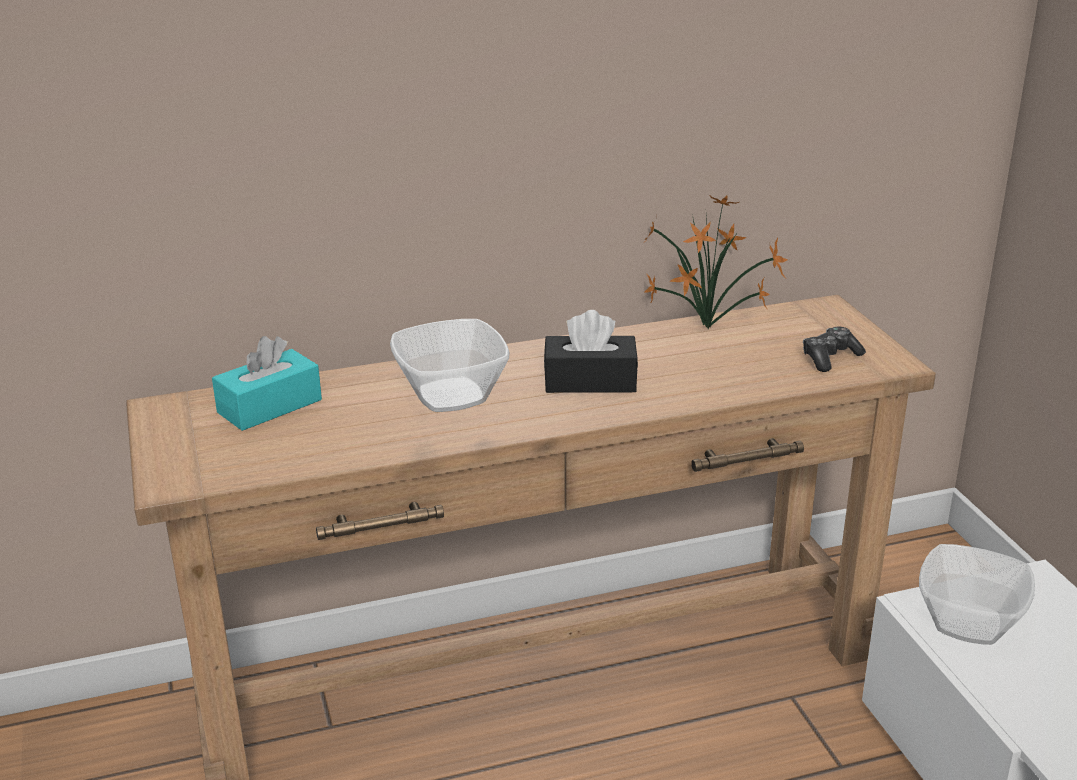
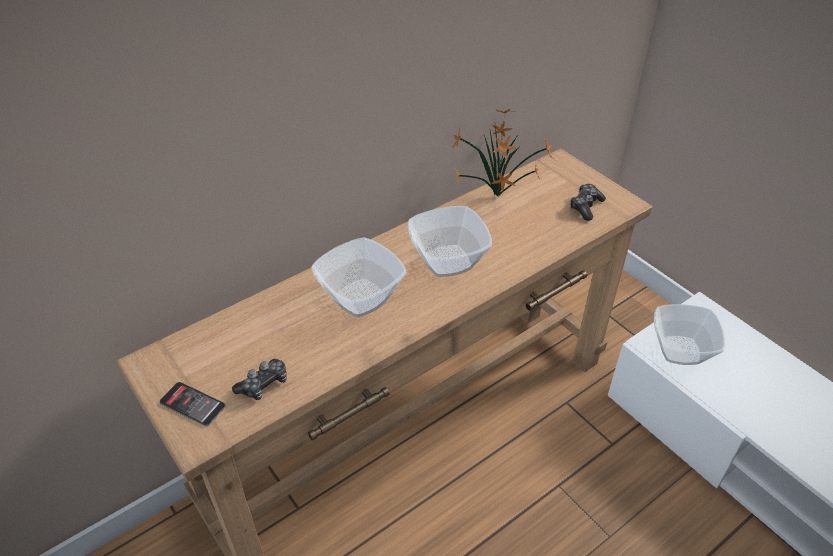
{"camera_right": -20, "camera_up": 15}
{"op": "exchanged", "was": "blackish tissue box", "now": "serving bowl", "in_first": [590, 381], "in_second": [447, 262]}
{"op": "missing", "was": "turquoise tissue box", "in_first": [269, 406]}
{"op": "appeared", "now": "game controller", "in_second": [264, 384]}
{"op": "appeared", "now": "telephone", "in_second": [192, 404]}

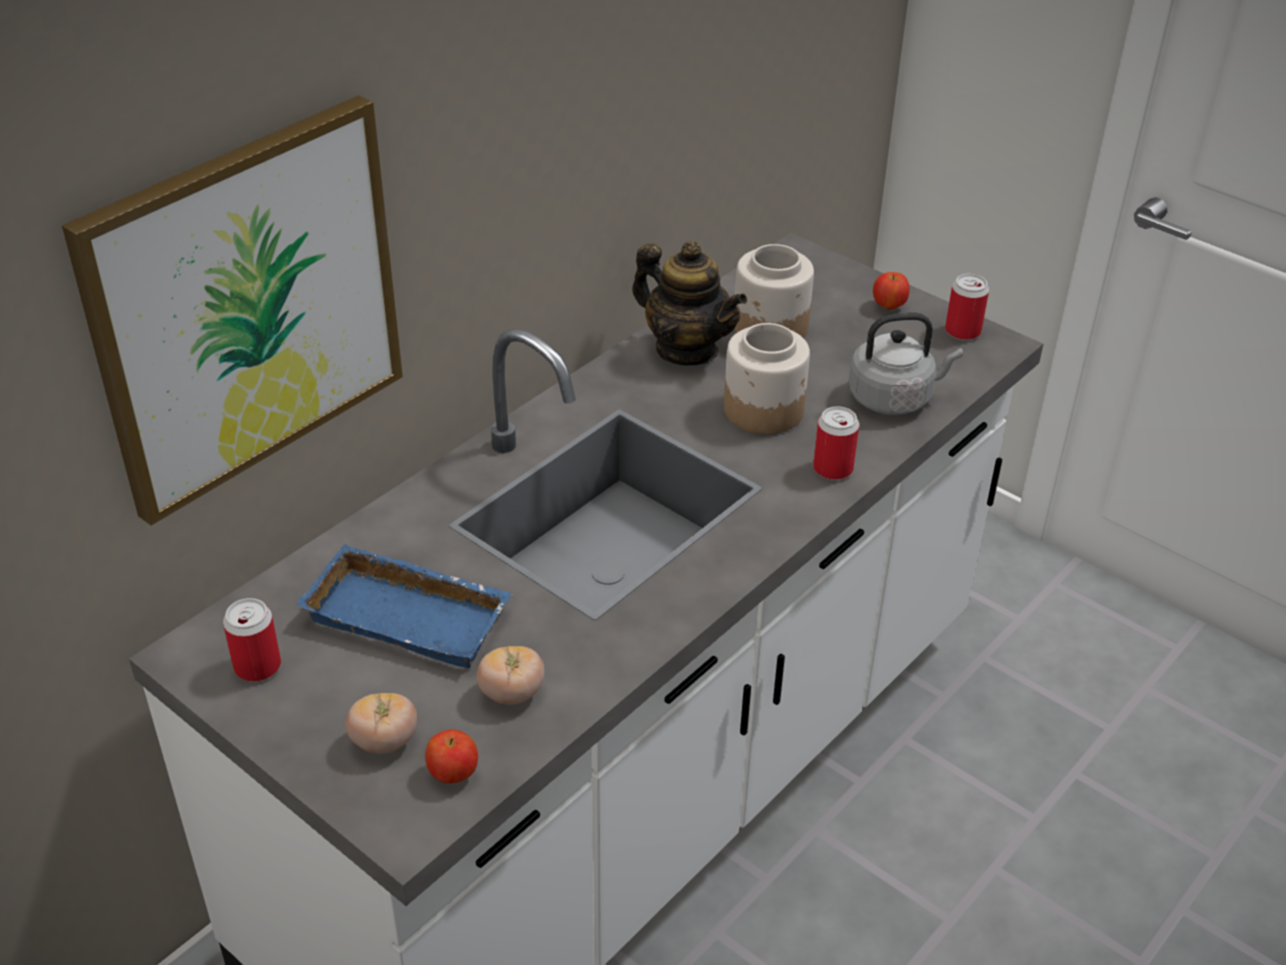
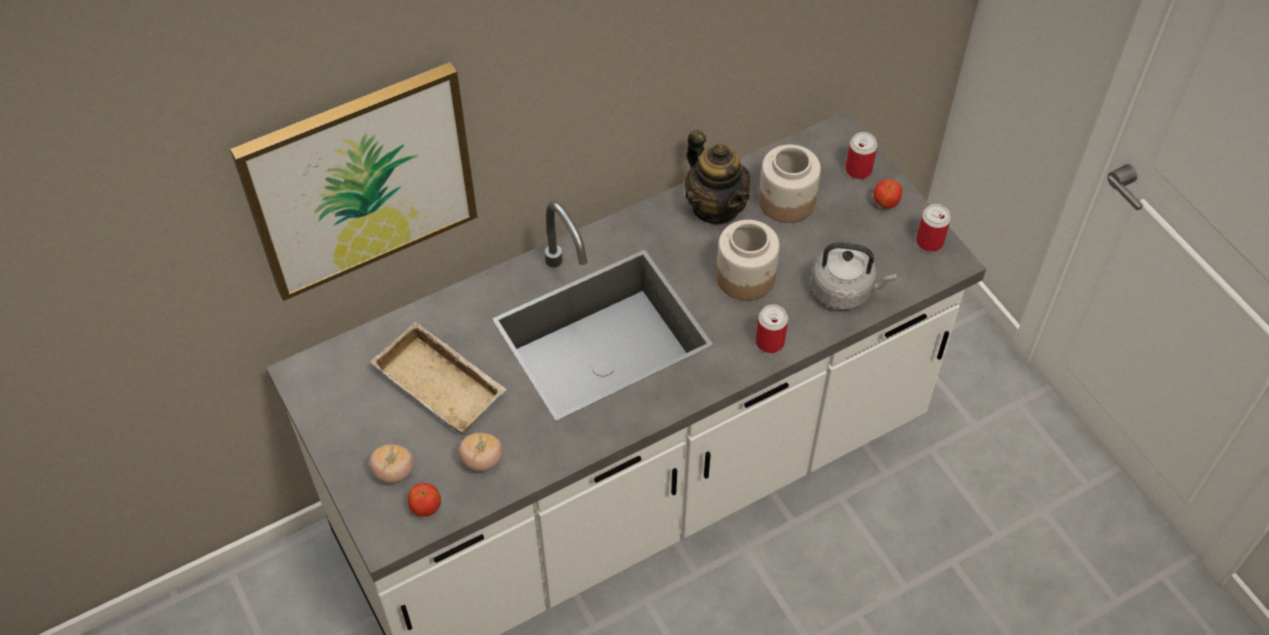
{"camera_right": 20, "camera_up": 15}
{"op": "colour", "was": "bluish serving tray", "now": "beige-coloured serving tray", "in_first": [412, 614], "in_second": [443, 383]}
{"op": "relocated", "was": "sealed can", "in_first": [257, 666], "in_second": [858, 170]}

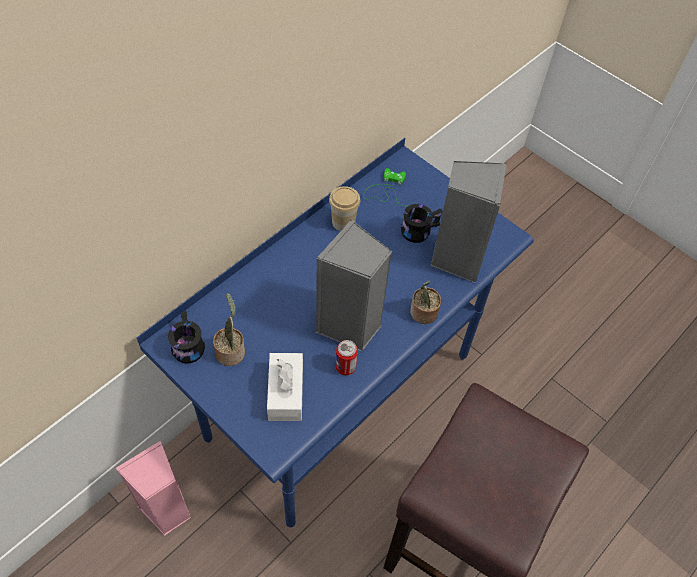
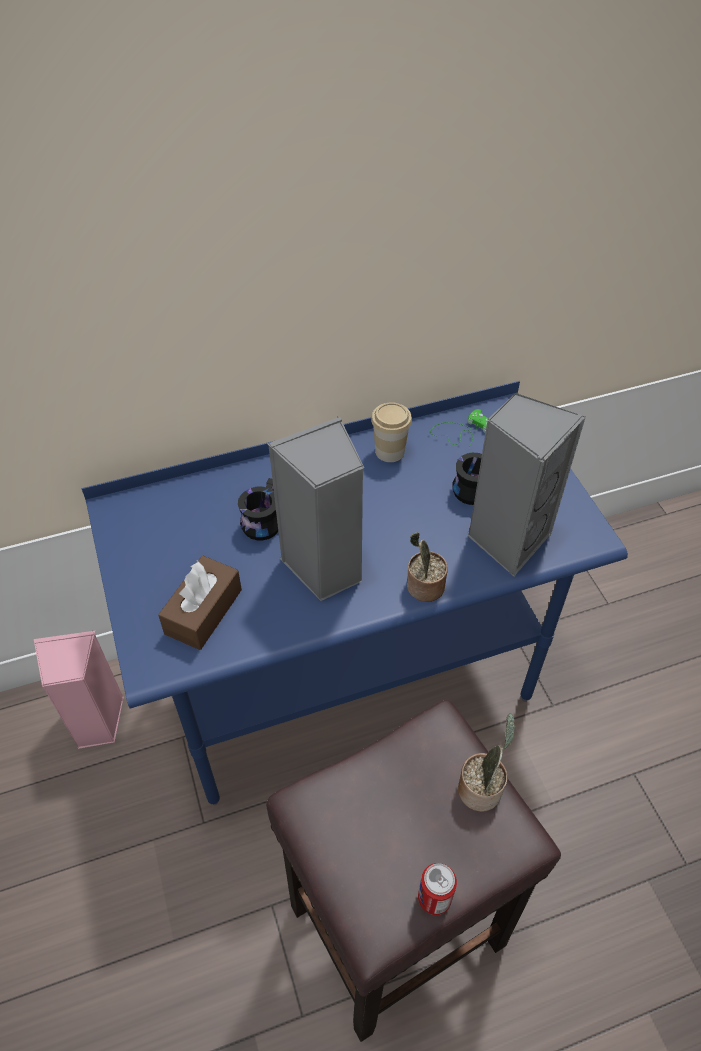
{"camera_right": 30, "camera_up": -5}
{"op": "relocated", "was": "houseplant", "in_first": [231, 351], "in_second": [481, 787]}
{"op": "relocated", "was": "blackish mug", "in_first": [185, 345], "in_second": [260, 520]}
{"op": "relocated", "was": "sealed can", "in_first": [345, 367], "in_second": [434, 898]}
{"op": "colour", "was": "white-coloured tissue box", "now": "brown tissue box", "in_first": [285, 392], "in_second": [203, 611]}

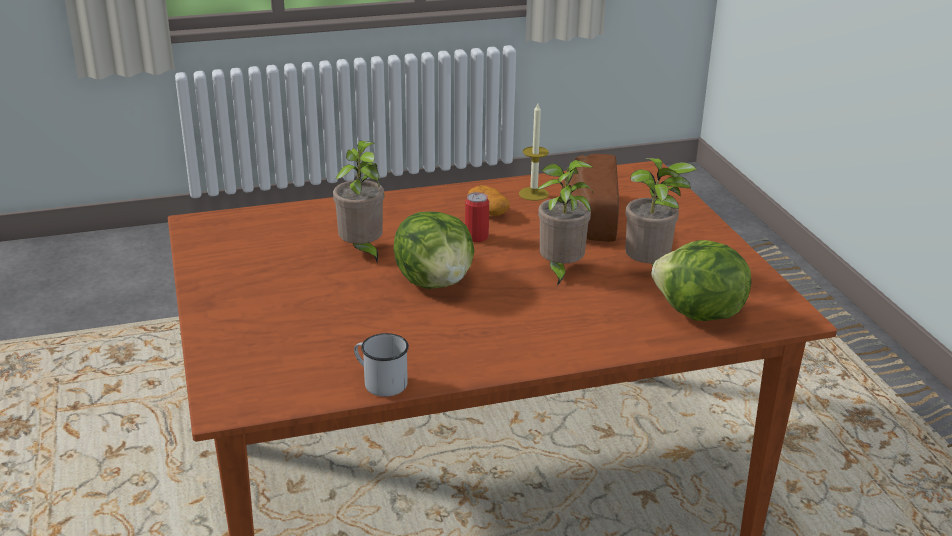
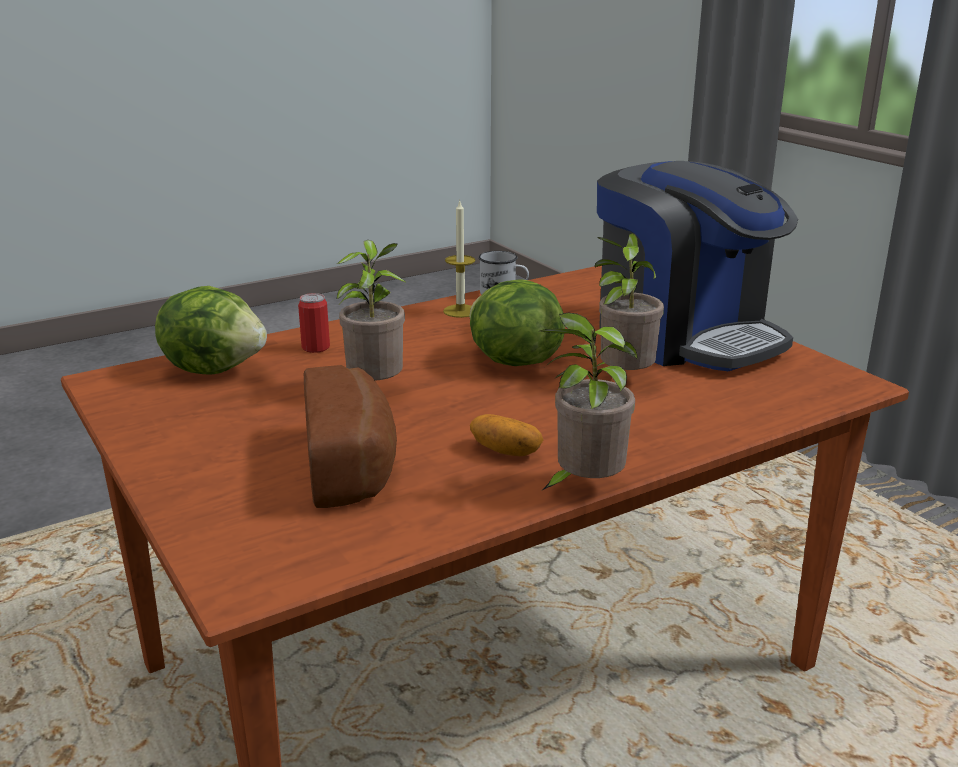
{"camera_right": 165, "camera_up": -5}
{"op": "relocated", "was": "candle", "in_first": [533, 194], "in_second": [460, 311]}
{"op": "relocated", "was": "houseplant", "in_first": [649, 270], "in_second": [584, 487]}
{"op": "relocated", "was": "sealed can", "in_first": [476, 237], "in_second": [316, 347]}
{"op": "appeared", "now": "coffee brewer", "in_second": [685, 336]}

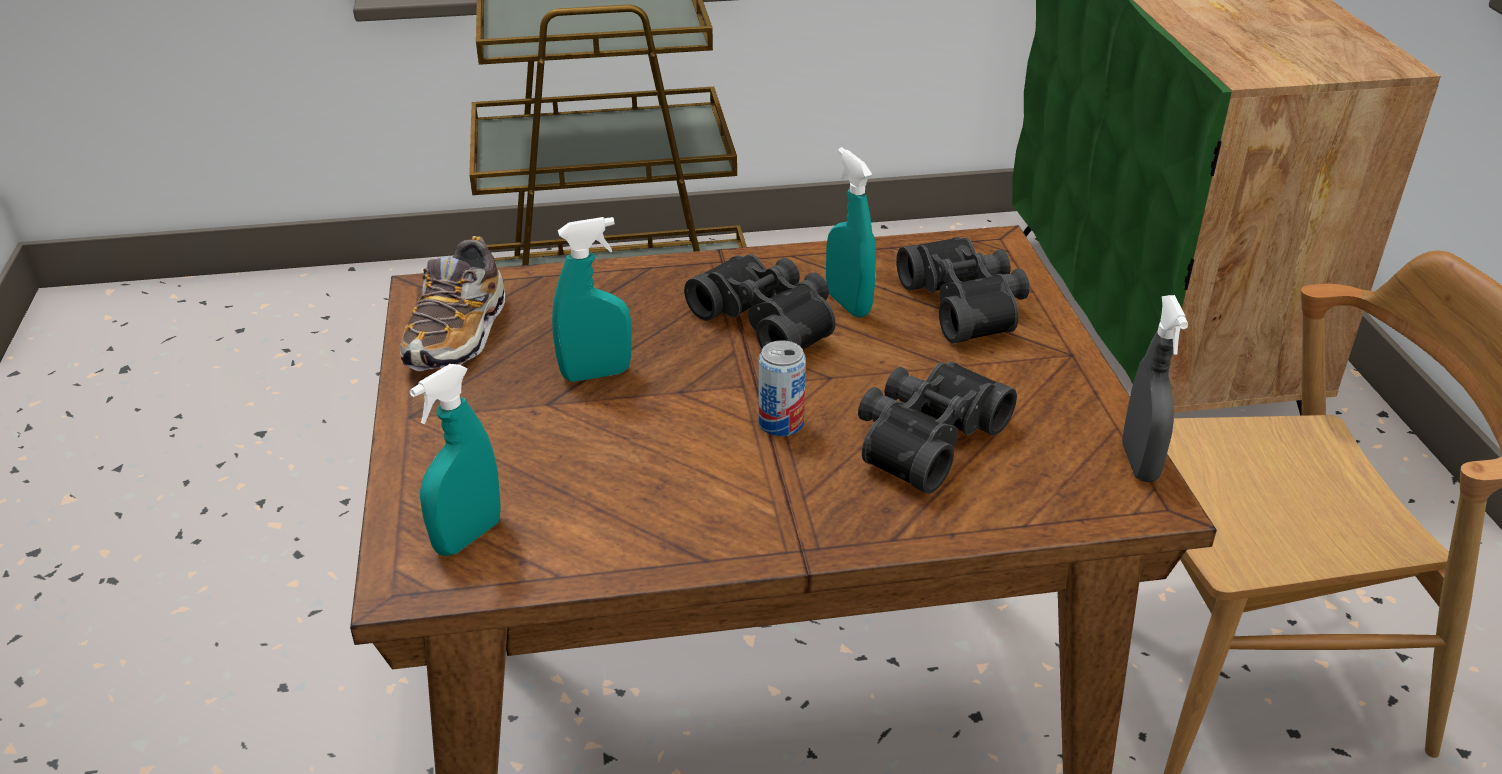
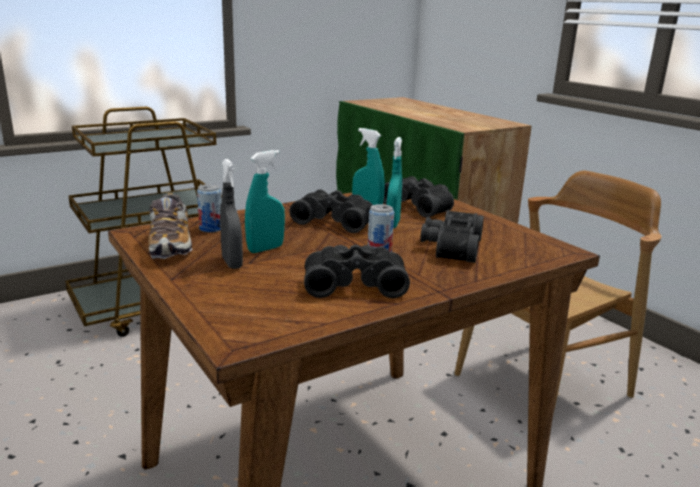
{"camera_right": -25, "camera_up": -15}
{"op": "relocated", "was": "gray sprayer", "in_first": [1139, 463], "in_second": [232, 263]}
{"op": "relocated", "was": "turquoise sprayer", "in_first": [468, 536], "in_second": [392, 224]}
{"op": "appeared", "now": "sealed can", "in_second": [211, 229]}
{"op": "appeared", "now": "blackish binoculars", "in_second": [354, 283]}

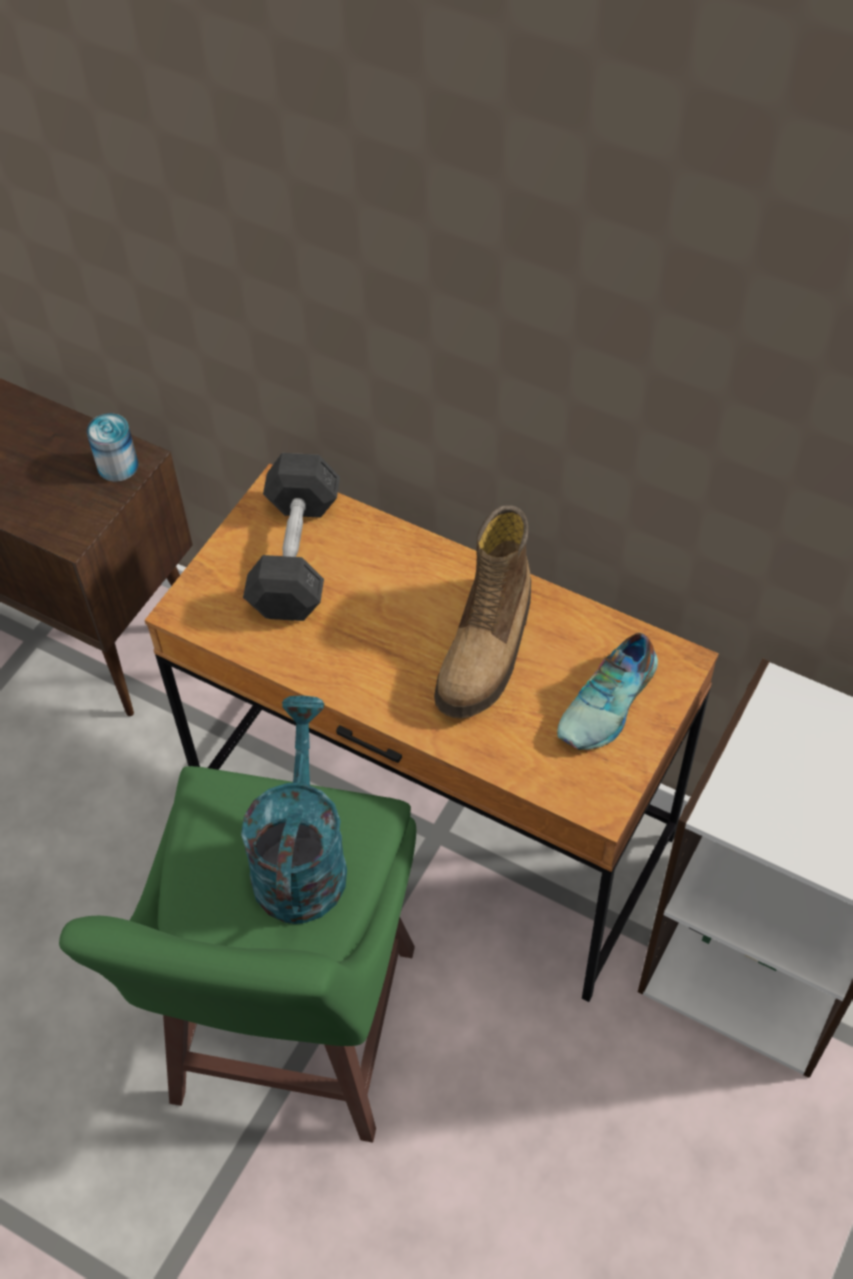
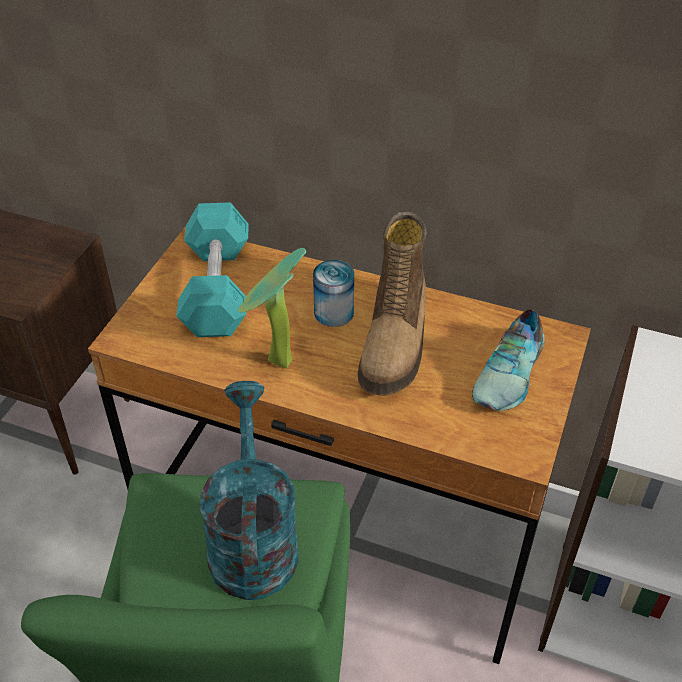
{"camera_right": -10, "camera_up": -10}
{"op": "relocated", "was": "sealed can", "in_first": [118, 466], "in_second": [334, 313]}
{"op": "colour", "was": "gray dumbbell", "now": "turquoise dumbbell", "in_first": [295, 555], "in_second": [217, 288]}
{"op": "appeared", "now": "houseplant", "in_second": [275, 363]}

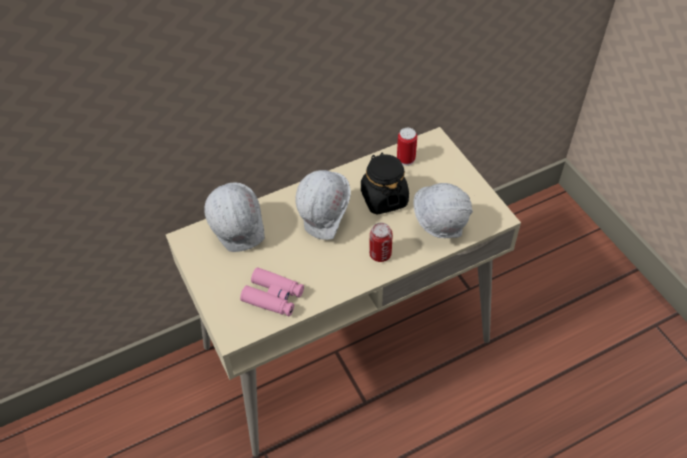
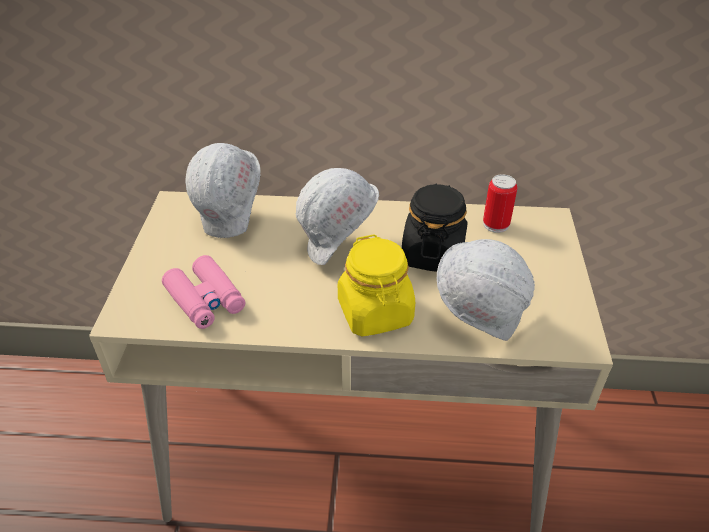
{"camera_right": 30, "camera_up": -10}
{"op": "exchanged", "was": "sealed can", "now": "yellow jar", "in_first": [380, 254], "in_second": [375, 313]}

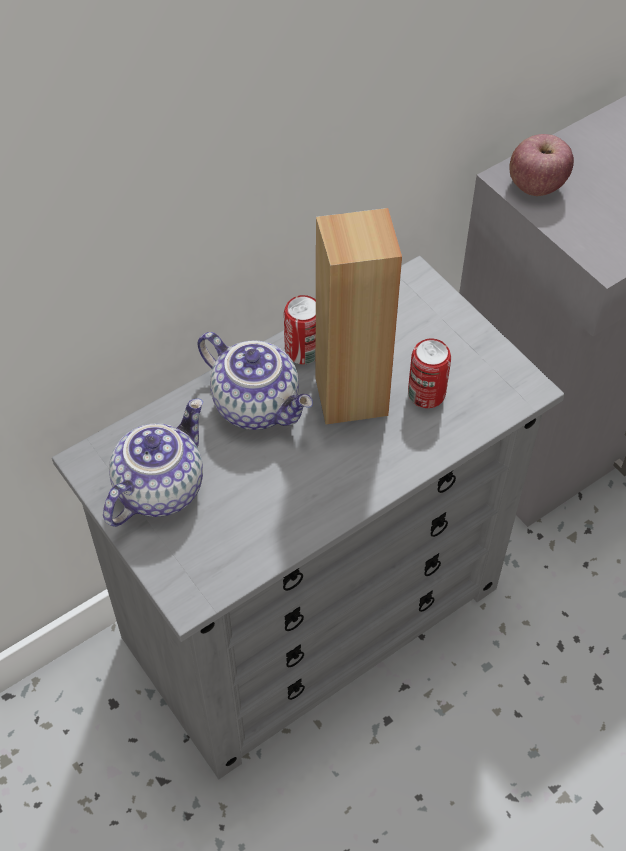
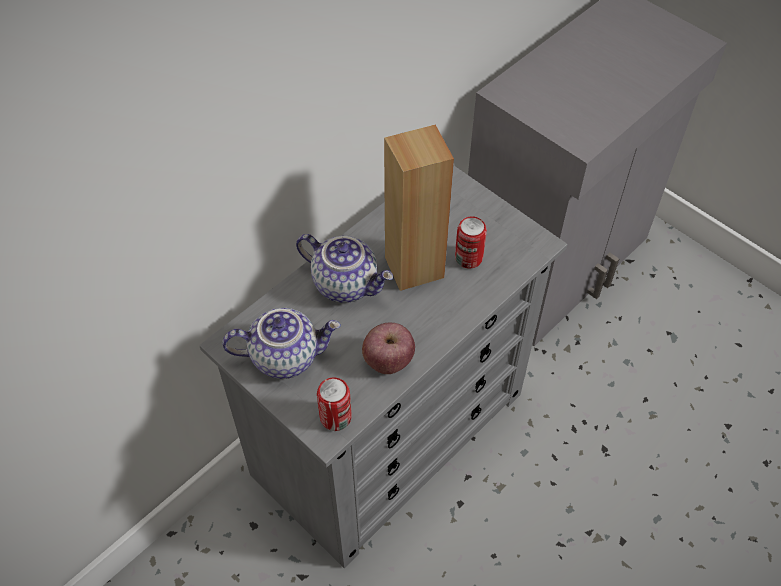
{"camera_right": -10, "camera_up": 0}
{"op": "relocated", "was": "apple", "in_first": [536, 185], "in_second": [388, 361]}
{"op": "relocated", "was": "sealed can", "in_first": [303, 351], "in_second": [335, 417]}
{"op": "spun", "was": "pot for tea", "in_first": [158, 487], "in_second": [285, 355], "clockwise": 60}

